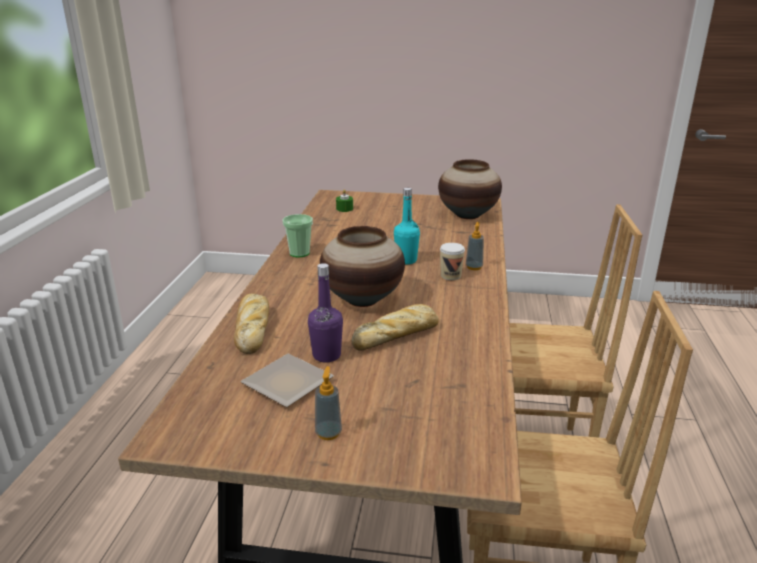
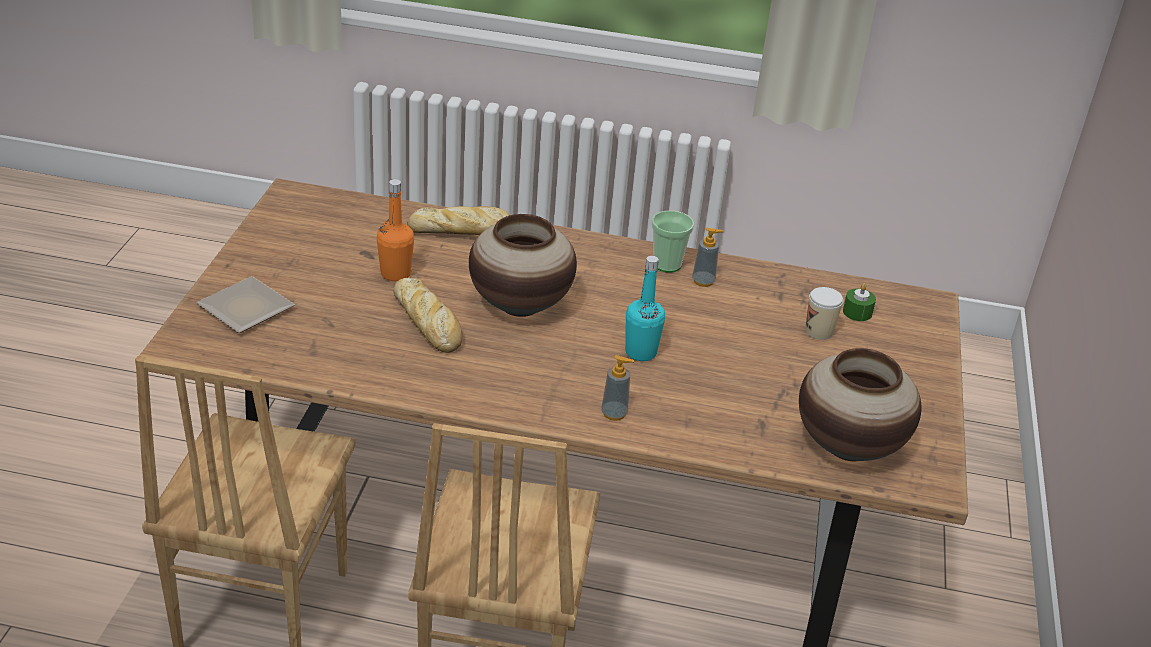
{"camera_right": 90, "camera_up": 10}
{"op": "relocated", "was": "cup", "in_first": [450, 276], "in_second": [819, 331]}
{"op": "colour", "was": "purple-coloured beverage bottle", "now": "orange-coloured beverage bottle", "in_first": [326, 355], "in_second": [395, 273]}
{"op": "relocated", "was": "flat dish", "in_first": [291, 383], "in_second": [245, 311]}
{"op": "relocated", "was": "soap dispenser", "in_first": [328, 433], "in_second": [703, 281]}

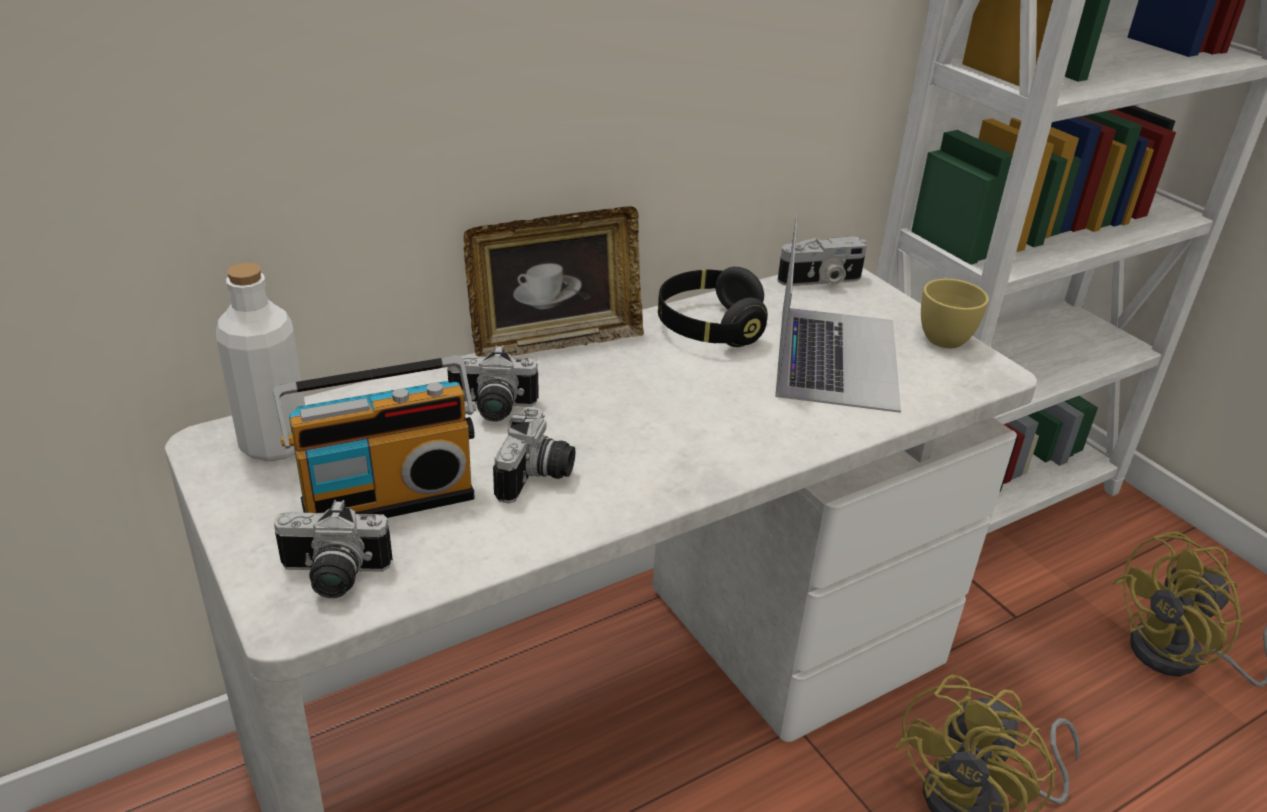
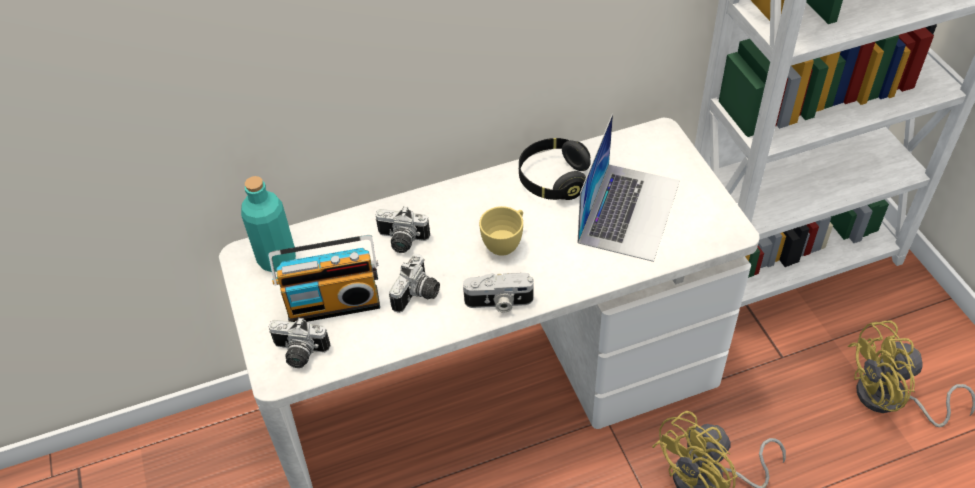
{"camera_right": 15, "camera_up": 15}
{"op": "missing", "was": "standing frame", "in_first": [555, 340]}
{"op": "relocated", "was": "photo camera", "in_first": [821, 281], "in_second": [499, 303]}
{"op": "colour", "was": "white-coloured beverage bottle", "now": "turquoise beverage bottle", "in_first": [275, 443], "in_second": [277, 259]}
{"op": "relocated", "was": "yellow cup", "in_first": [946, 336], "in_second": [505, 243]}

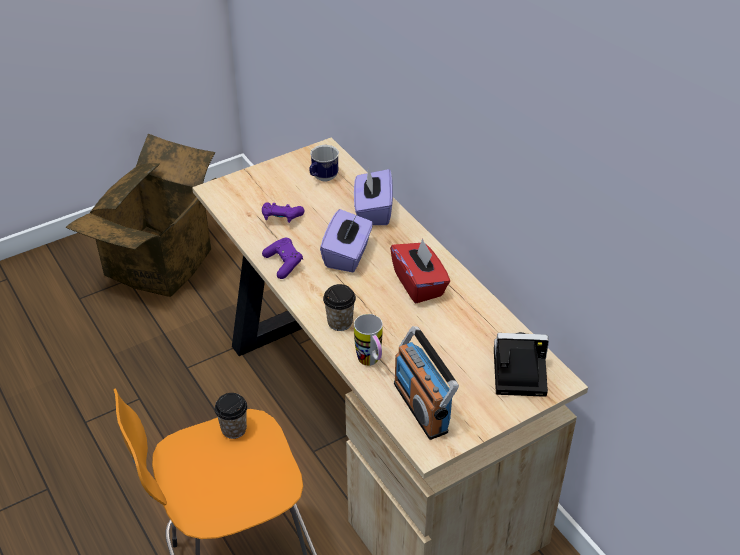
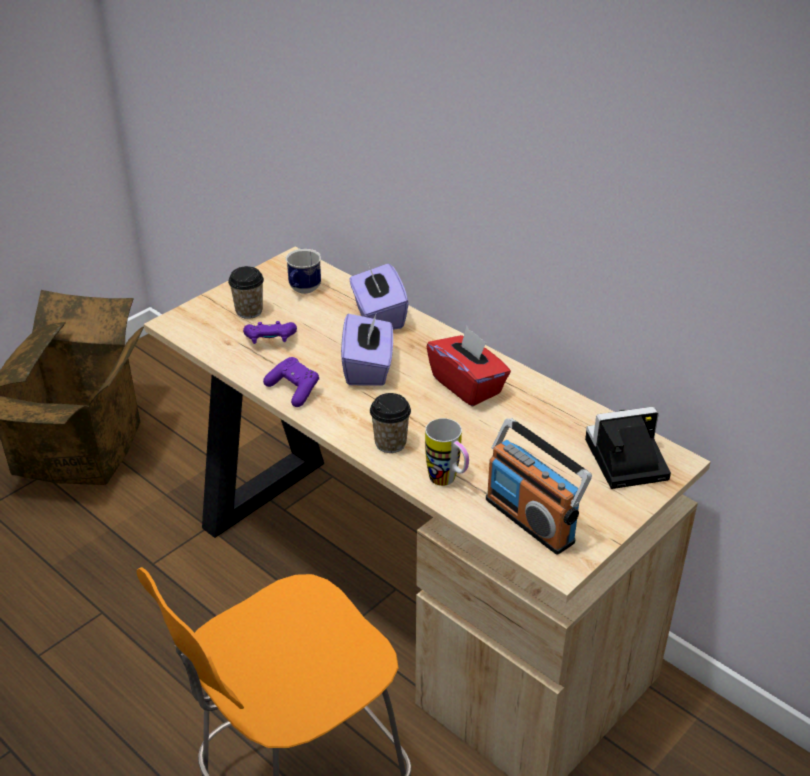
{"camera_right": -15, "camera_up": -5}
{"op": "relocated", "was": "cup", "in_first": [234, 429], "in_second": [249, 311]}

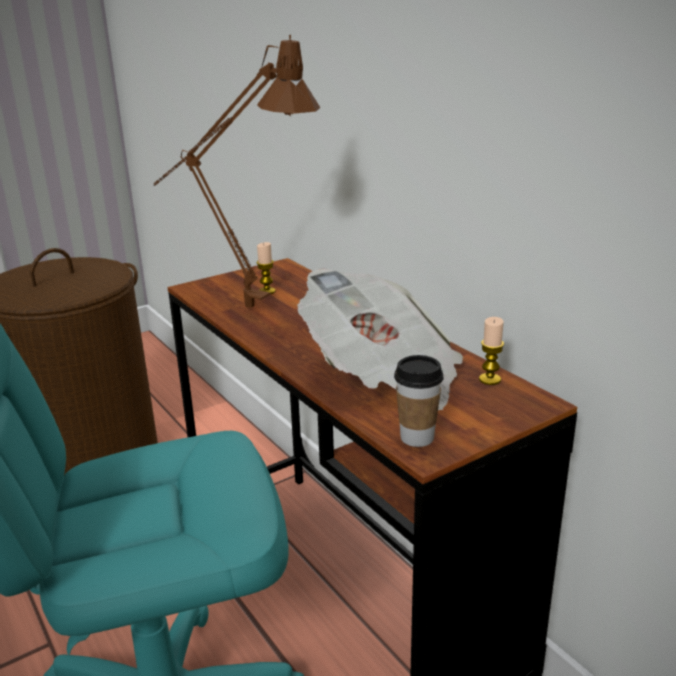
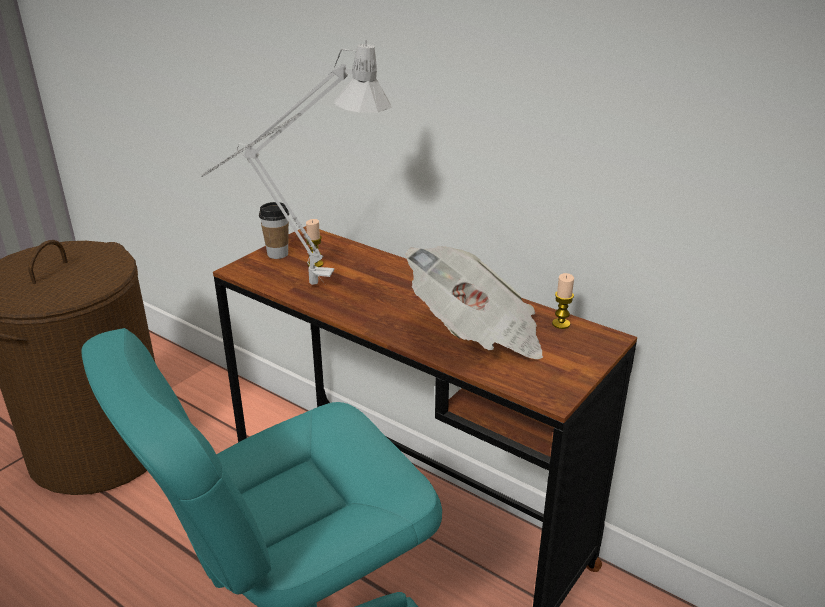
{"camera_right": -20, "camera_up": 5}
{"op": "colour", "was": "brown tabletop lamp", "now": "gray tabletop lamp", "in_first": [239, 307], "in_second": [301, 285]}
{"op": "relocated", "was": "cup", "in_first": [417, 437], "in_second": [277, 254]}

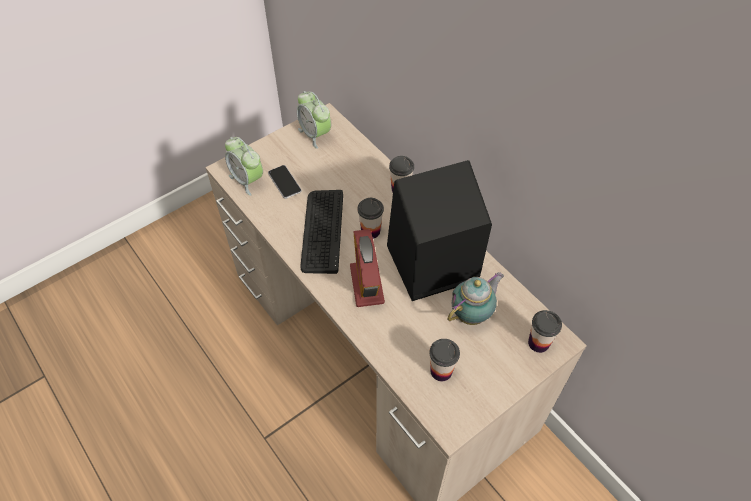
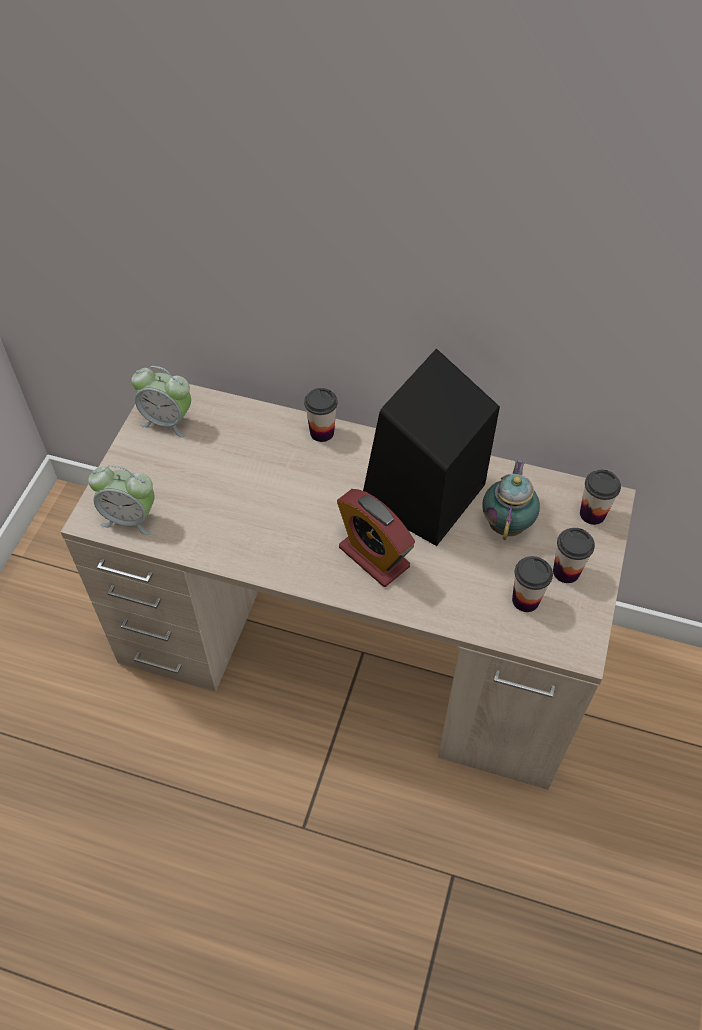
{"camera_right": -35, "camera_up": 0}
{"op": "missing", "was": "telephone", "in_first": [284, 182]}
{"op": "missing", "was": "computer keyboard", "in_first": [322, 231]}
{"op": "relocated", "was": "cup", "in_first": [370, 231], "in_second": [566, 571]}

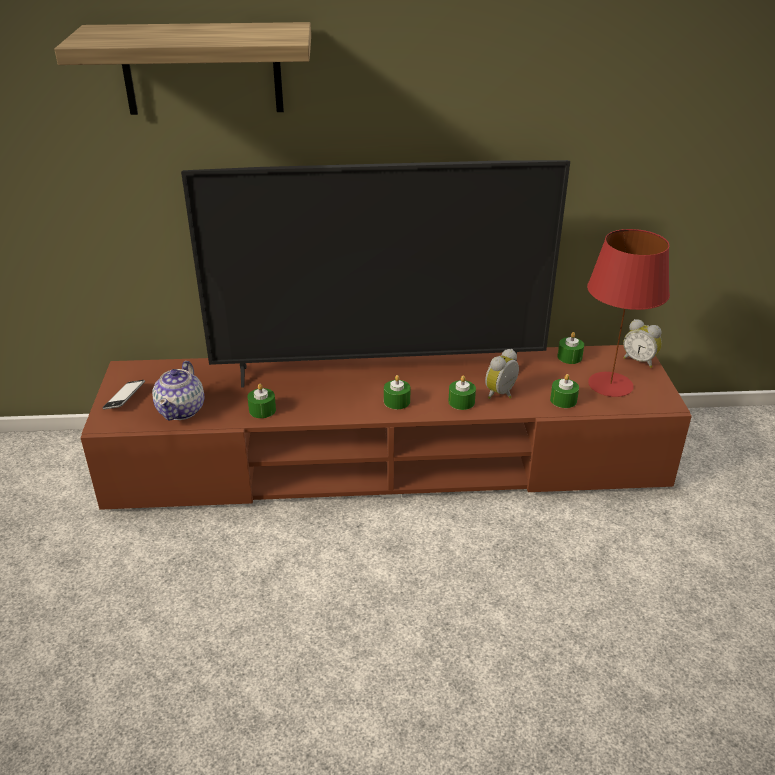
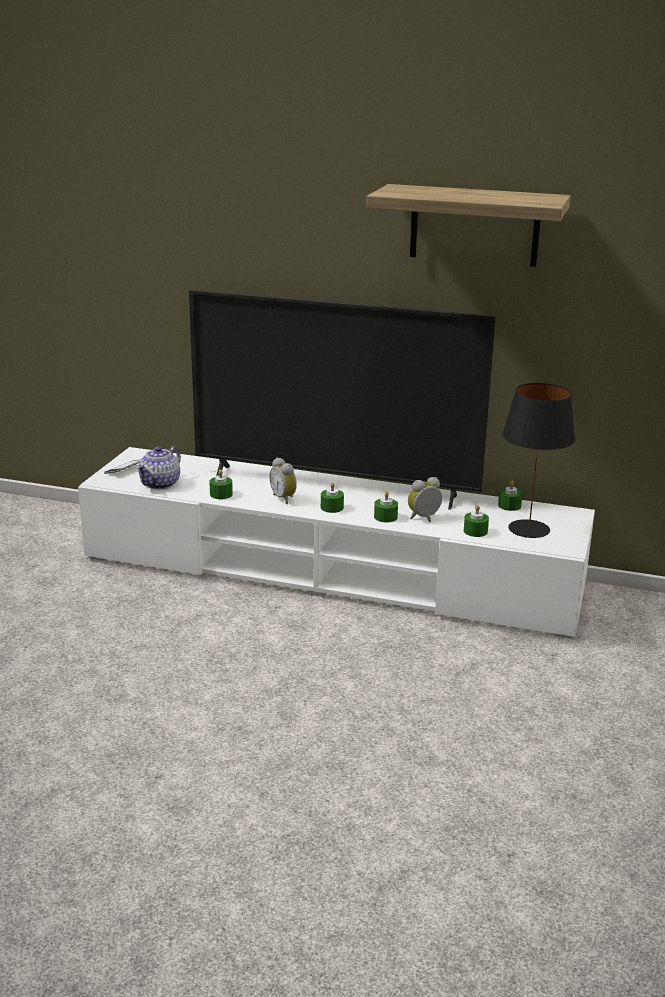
{"camera_right": 20, "camera_up": -10}
{"op": "relocated", "was": "wall shelf", "in_first": [202, 69], "in_second": [474, 225]}
{"op": "colour", "was": "red tabletop lamp", "now": "blackish tabletop lamp", "in_first": [611, 384], "in_second": [529, 529]}
{"op": "relocated", "was": "alarm clock", "in_first": [639, 360], "in_second": [284, 498]}
{"op": "colour", "was": "brown media console", "now": "white-coloured media console", "in_first": [388, 461], "in_second": [332, 572]}

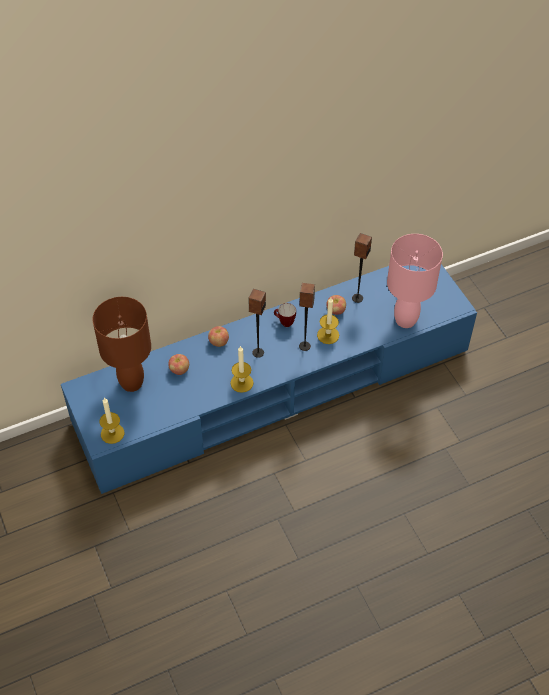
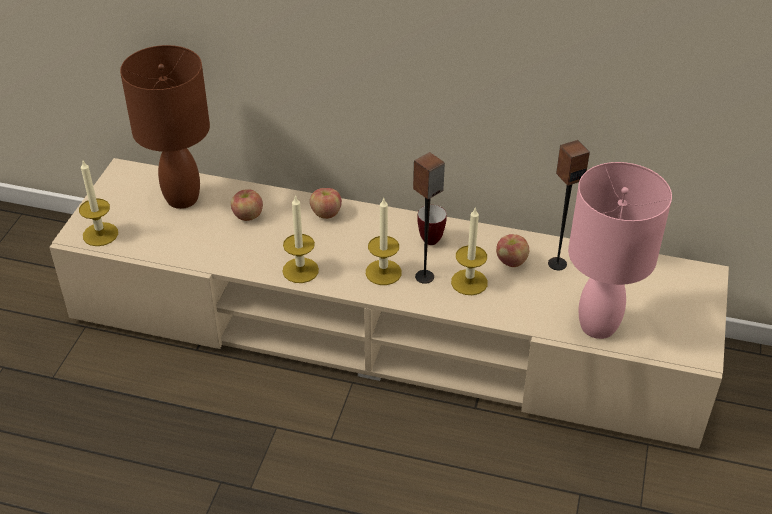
{"camera_right": 40, "camera_up": -10}
{"op": "colour", "was": "bluish media console", "now": "beige-coloured media console", "in_first": [275, 386], "in_second": [387, 332]}
{"op": "missing", "was": "speaker", "in_first": [258, 352]}
{"op": "appeared", "now": "candle", "in_second": [383, 272]}

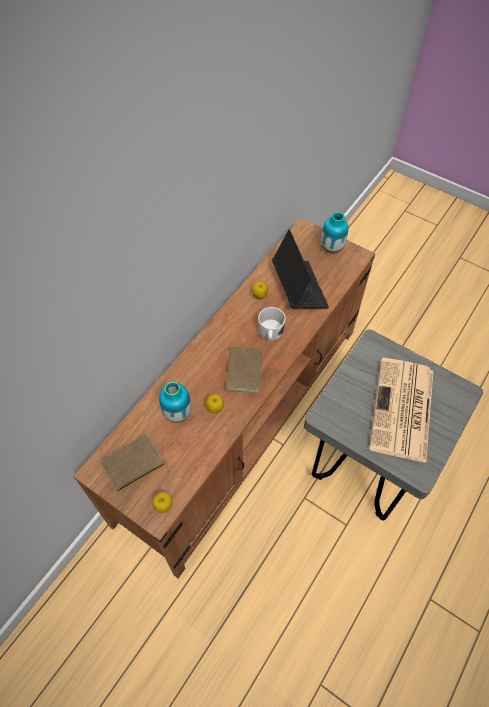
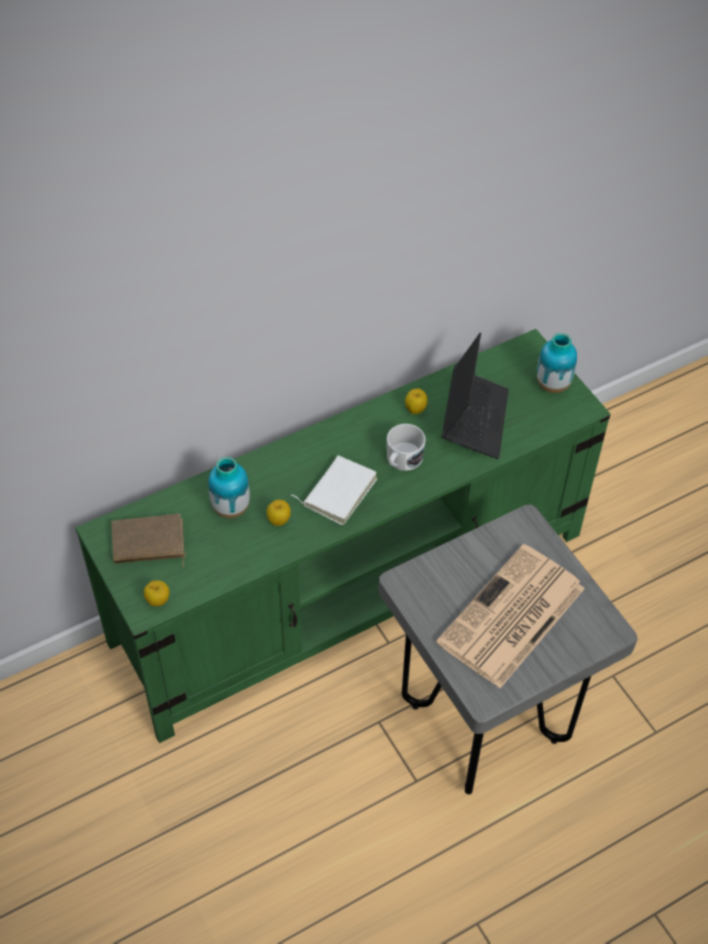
{"camera_right": 25, "camera_up": -5}
{"op": "colour", "was": "brown media console", "now": "greenish media console", "in_first": [243, 419], "in_second": [352, 587]}
{"op": "colour", "was": "brown volume", "now": "white-coloured volume", "in_first": [242, 371], "in_second": [338, 491]}

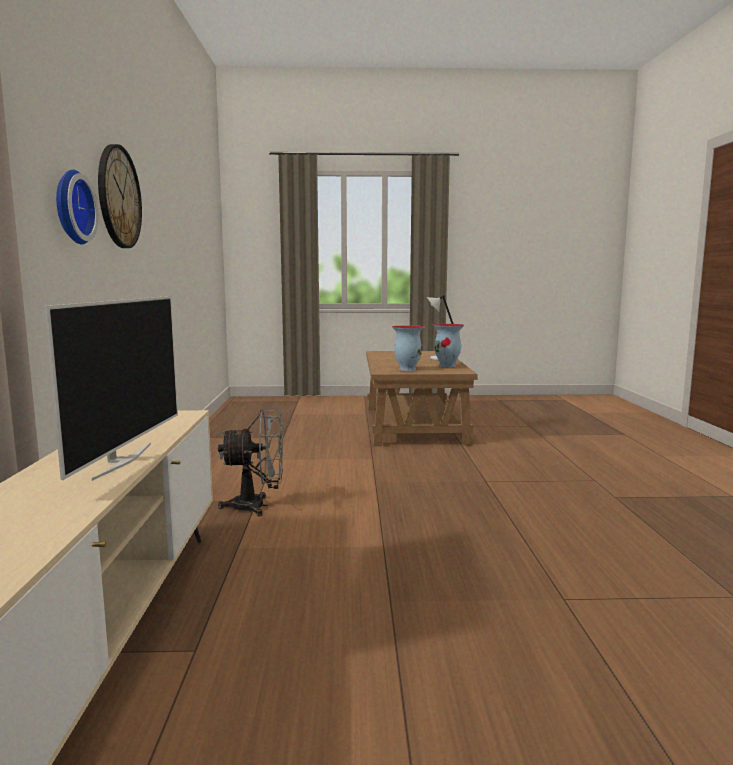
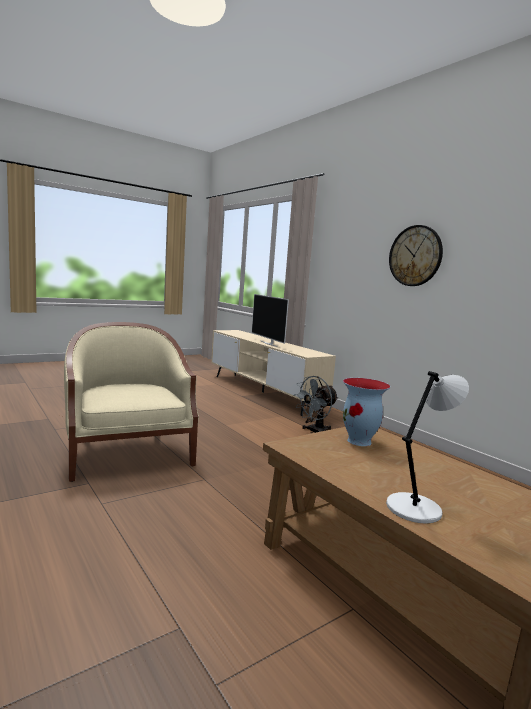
{"camera_right": 145, "camera_up": 0}
{"op": "missing", "was": "wall clock", "in_first": [71, 207]}
{"op": "missing", "was": "flower vase", "in_first": [447, 366]}
{"op": "appeared", "now": "beige-coloured armchair", "in_second": [128, 454]}

